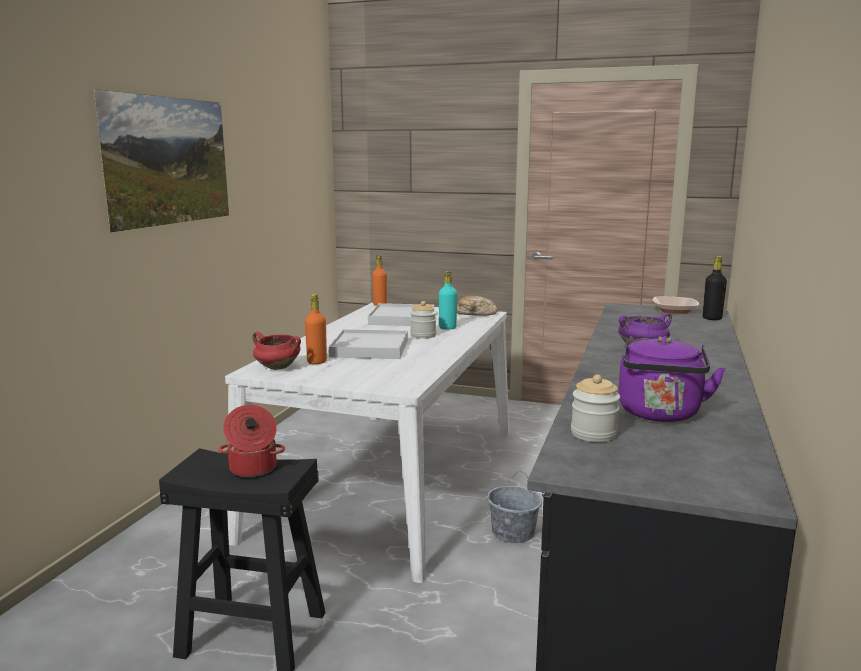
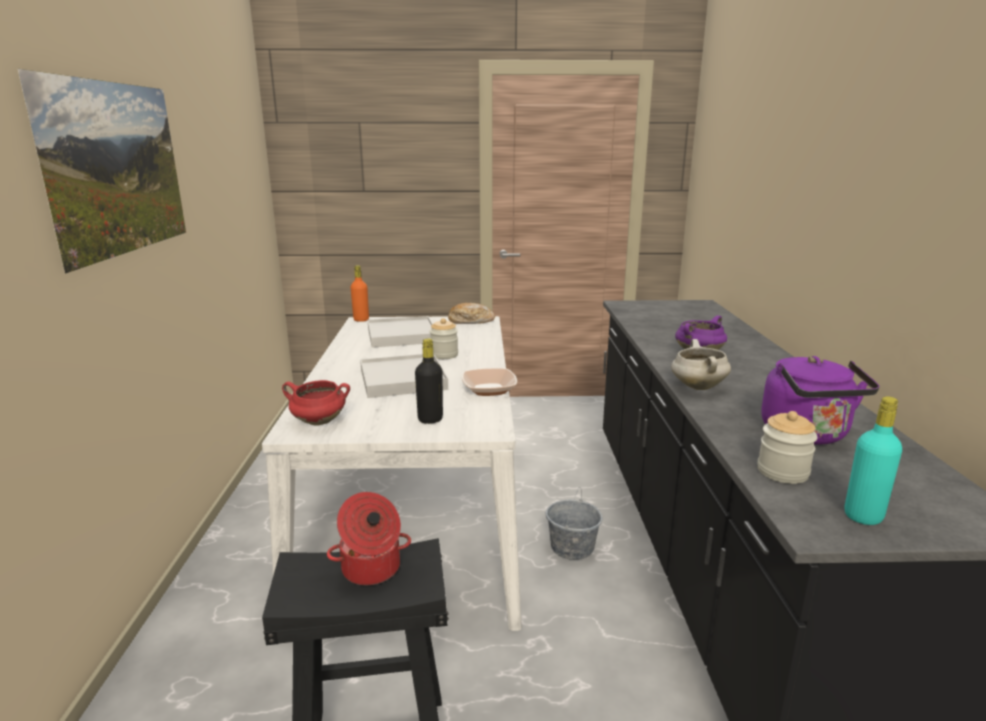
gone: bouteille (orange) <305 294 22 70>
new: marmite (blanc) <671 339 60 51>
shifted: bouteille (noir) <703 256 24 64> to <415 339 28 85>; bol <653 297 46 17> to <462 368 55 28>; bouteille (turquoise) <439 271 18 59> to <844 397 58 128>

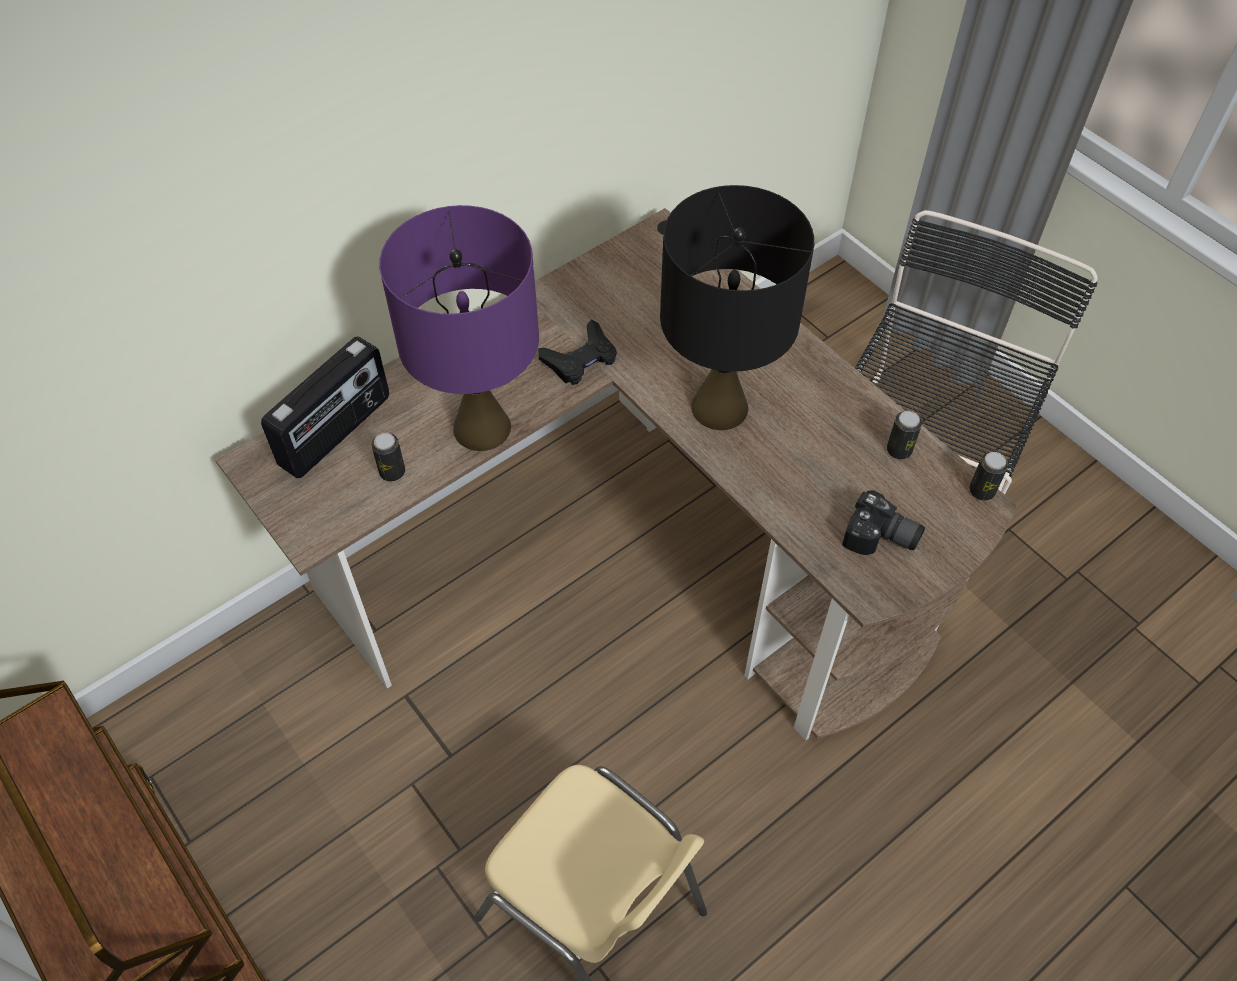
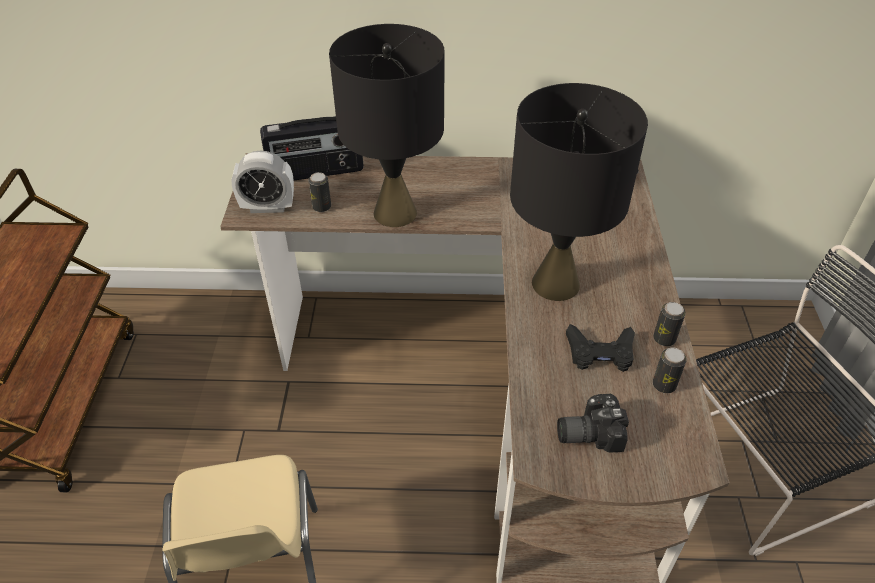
new: réveil <231 151 63 62>
shifted: manette (noir) <538 319 79 66> to <566 324 69 48>; boîte métallique <969 452 39 49> to <653 302 33 44>
repainted: lampe de table (violet) <379 205 160 246> to lampe de table (noir) <329 24 116 203>
rotated: appareil photo <842 490 83 65> = <557 394 72 59> 105 degrees clockwise

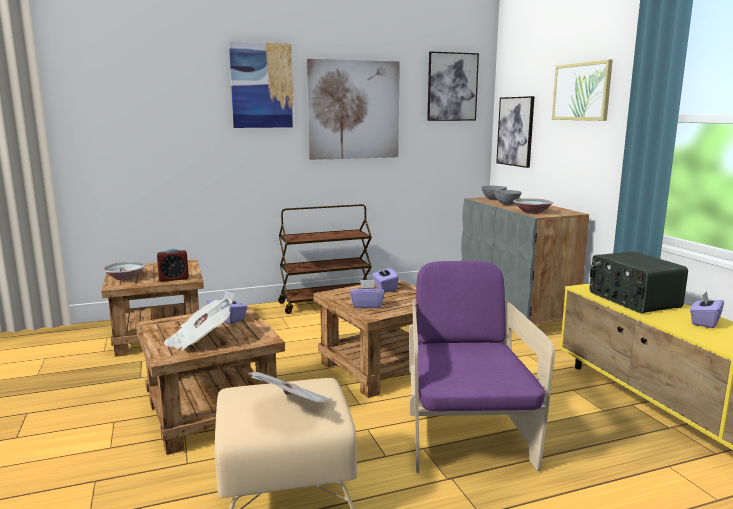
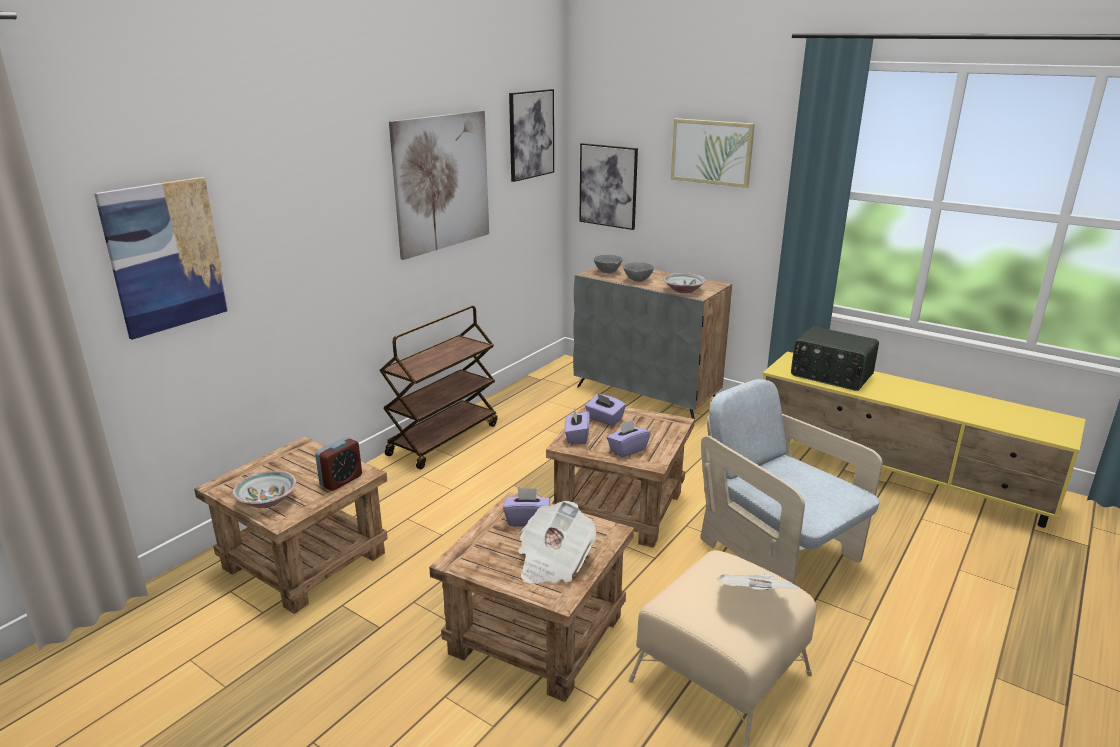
shifted: tableau <229 41 65 87> to <94 177 136 163>; boîte à mouchoirs (violet) <690 291 34 37> to <565 408 25 36>
repainted: fauteuil (violet) <409 261 146 212> to fauteuil (beige) <700 379 183 205>

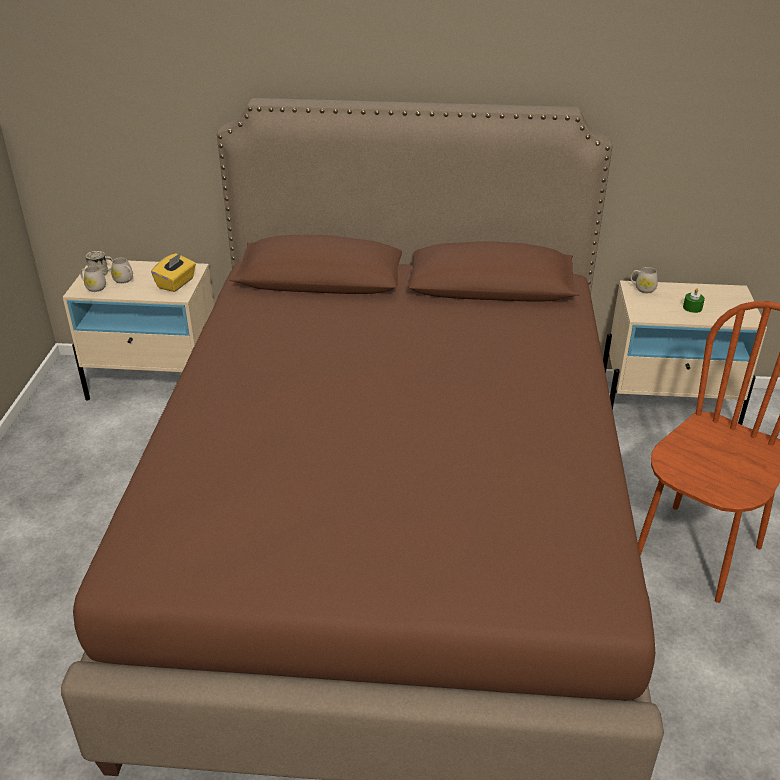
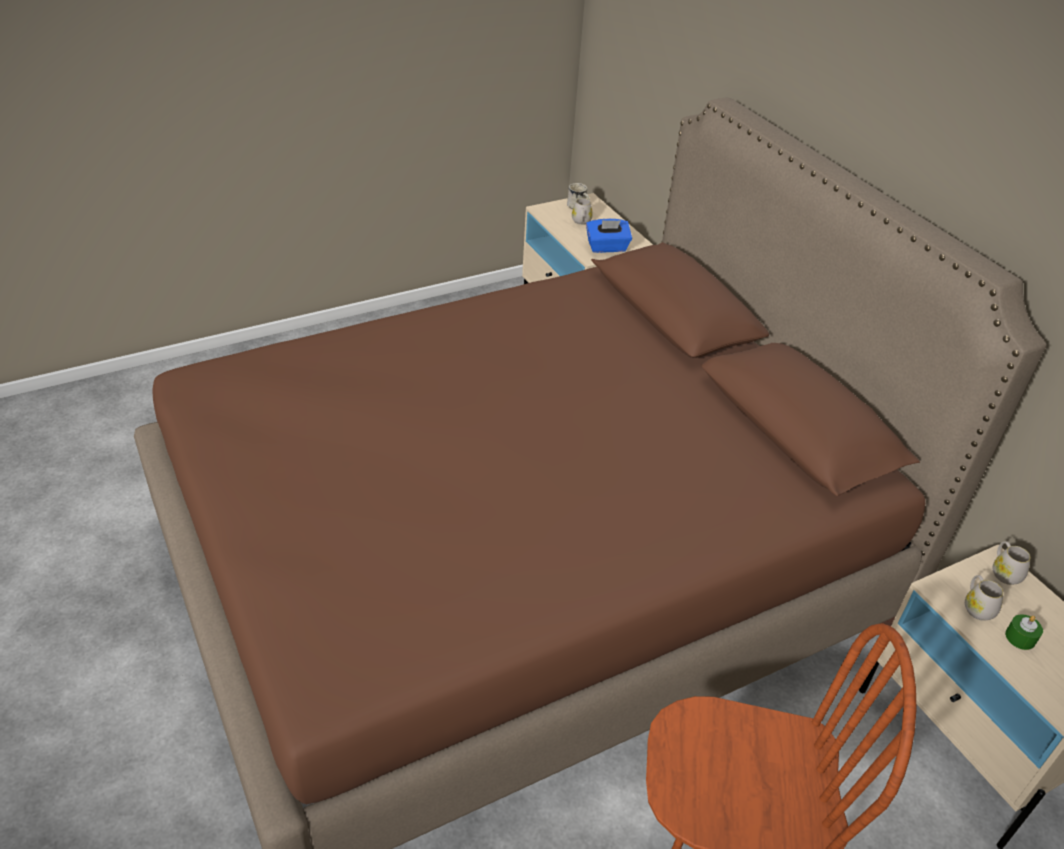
shifted: mug (blanc) <80 266 26 26> to <965 575 38 46>
repainted: boîte à mouchoirs (jaune) <151 253 45 39> to boîte à mouchoirs (bleu) <586 219 46 34>

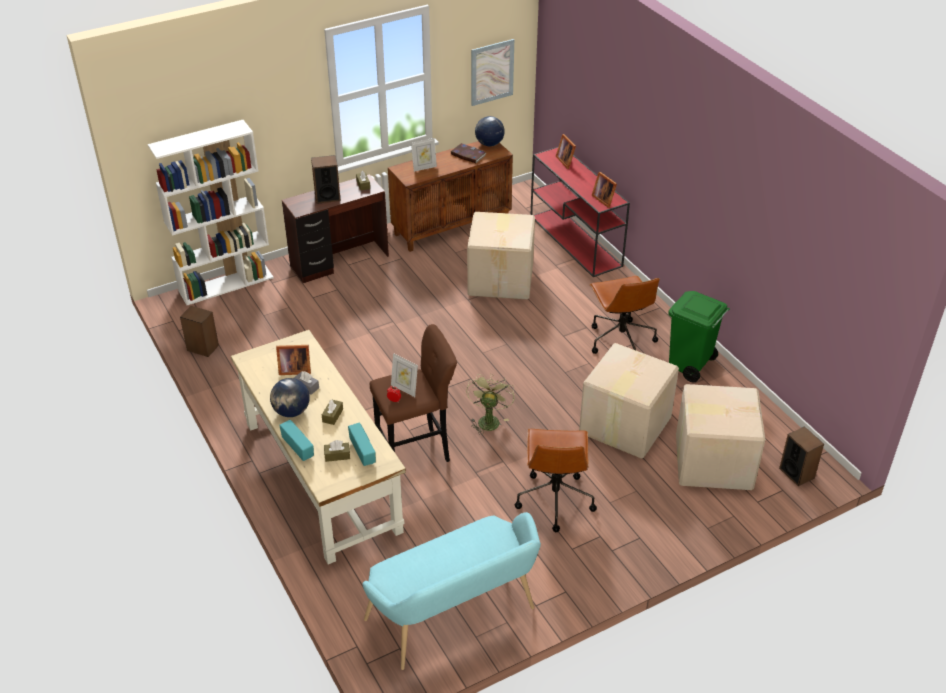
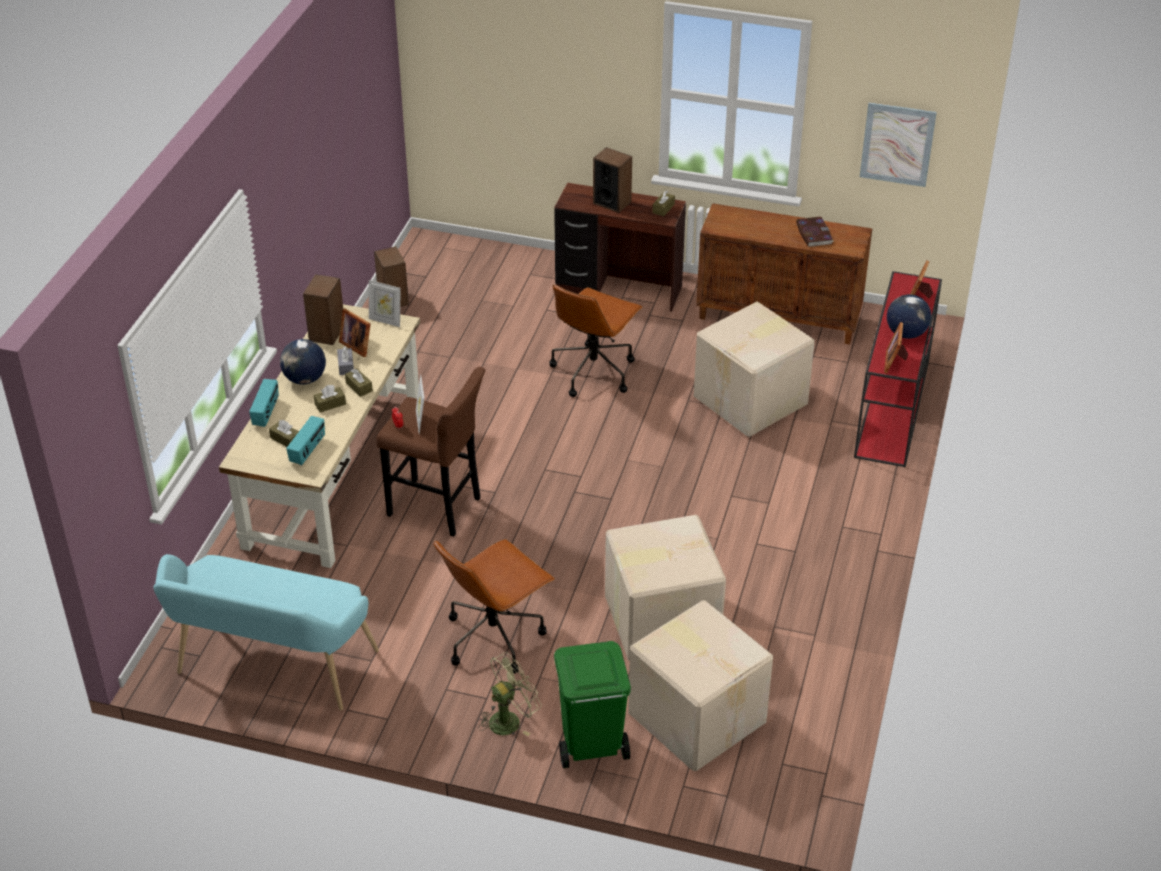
gone: bibliothèque (blanc) <148 120 126 185>
new: boîte à mouchoirs (marron) <345 368 28 29>
shifted: enceinte <779 426 45 60> to <303 274 40 71>; cadre photo <411 138 26 34> to <369 280 32 47>; ventilateur (vert) <466 373 49 62> to <479 652 63 84>; chaise de bureau (marron) <590 276 70 78> to <550 284 93 113>; poubelle (vert) <668 291 62 91> to <554 641 77 127>; globe <475 116 30 30> to <887 294 44 45>

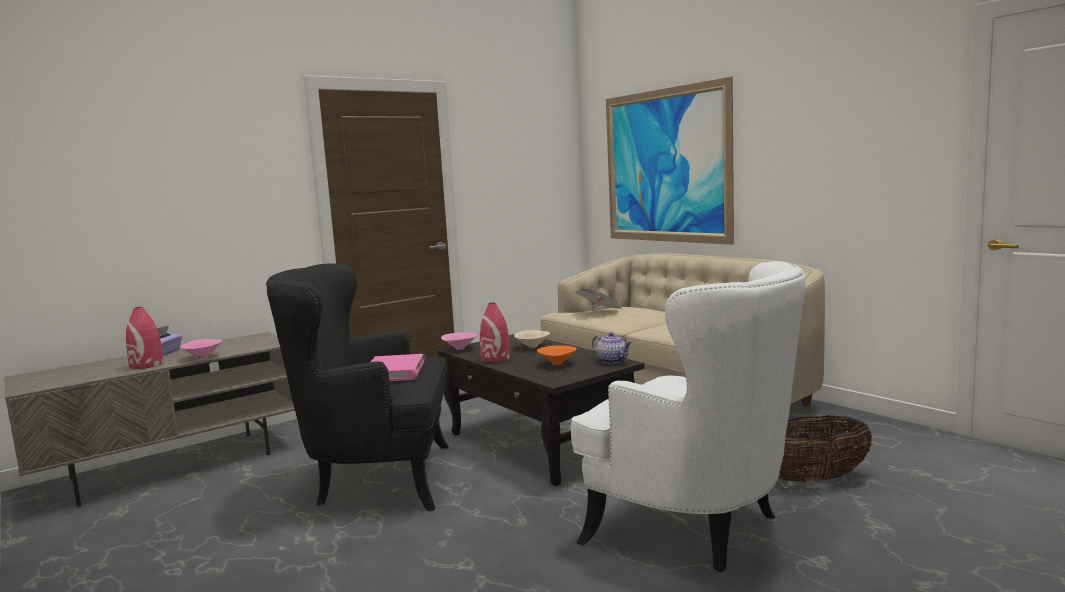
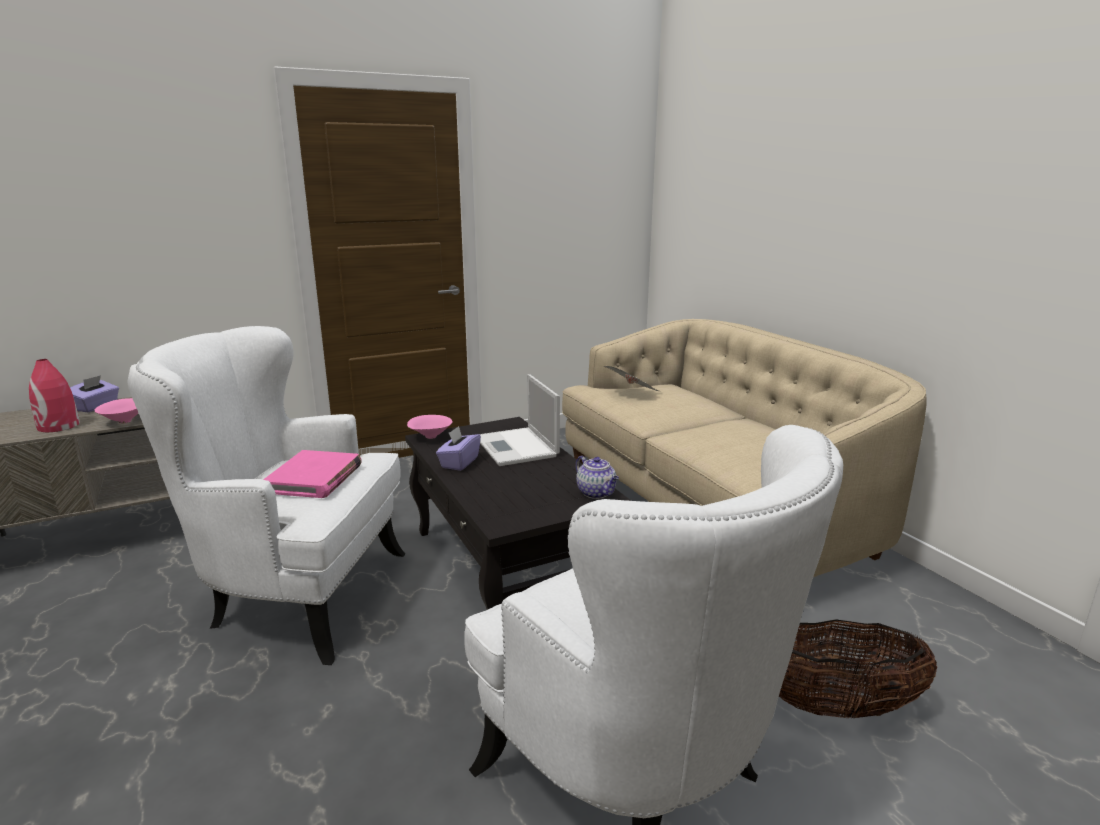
gone: bol (orange) <537 345 39 20>; tableau <606 77 128 168>
swapped: vase (rouge) <480 303 30 59> to boîte à mouchoirs (violet) <436 426 45 45>; bol (beige) <514 330 36 18> to ordinateur portable <480 374 80 92>
repainted: fauteuil (noir) <266 263 183 248> to fauteuil (blanc) <127 326 278 339>

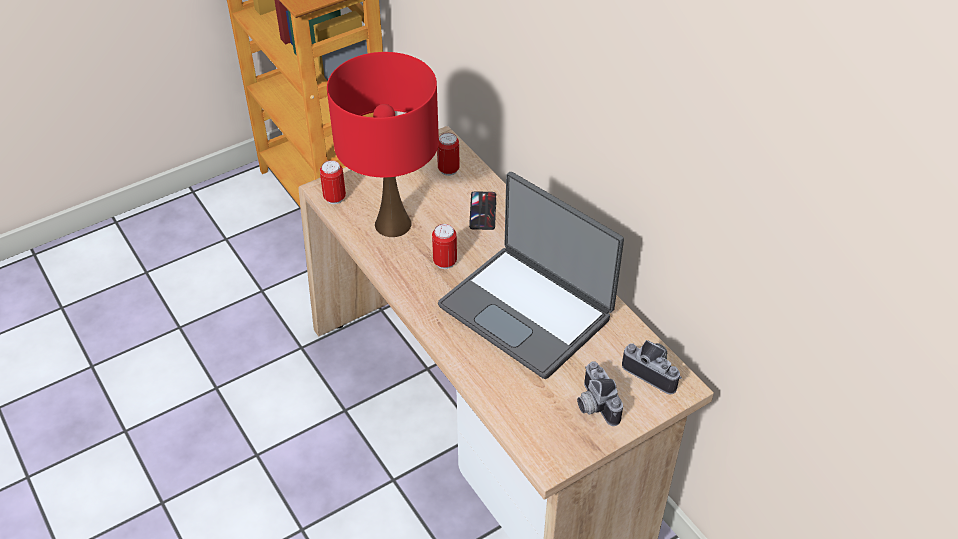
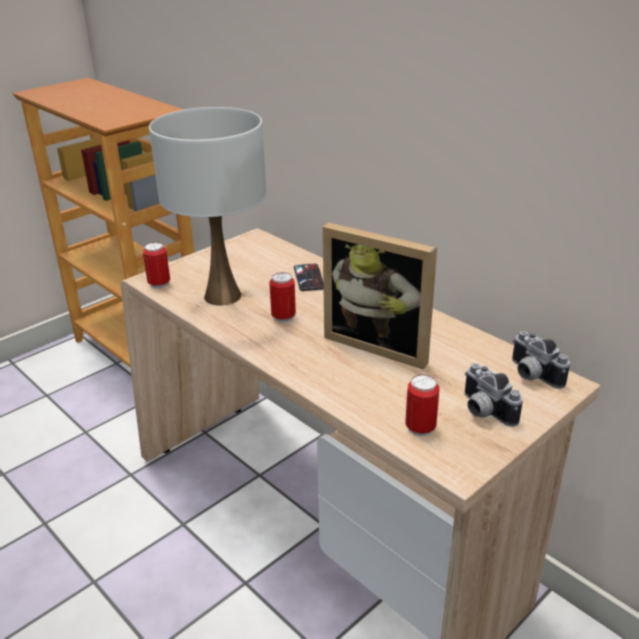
shifted: boîte métallique <437 133 23 43> to <405 375 34 61>
swapped: ordinateur portable <438 172 186 207> to cadre photo <323 223 114 146>
repainted: lampe de table (rouge) <327 52 112 185> to lampe de table (blanc) <149 107 117 199>
rotated: appareil photo <622 340 60 54> = <512 331 58 58> 150 degrees counterclockwise

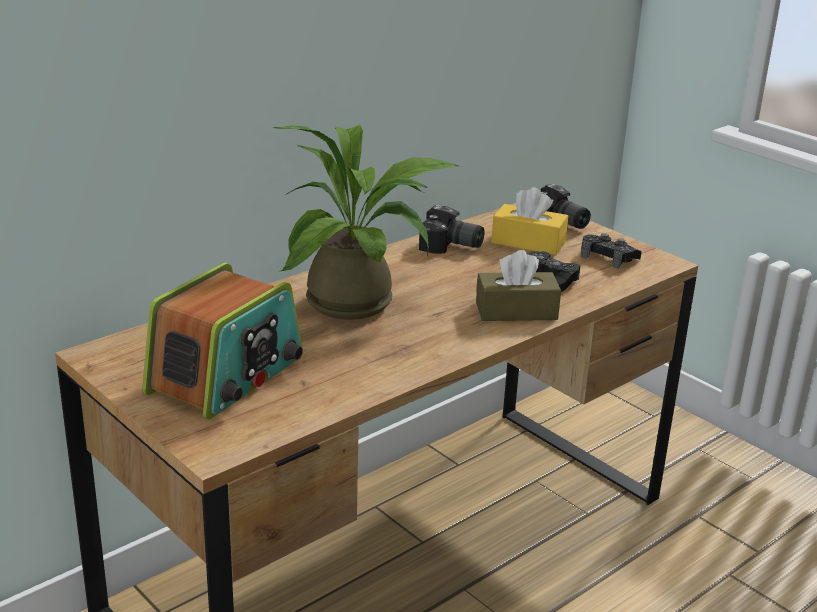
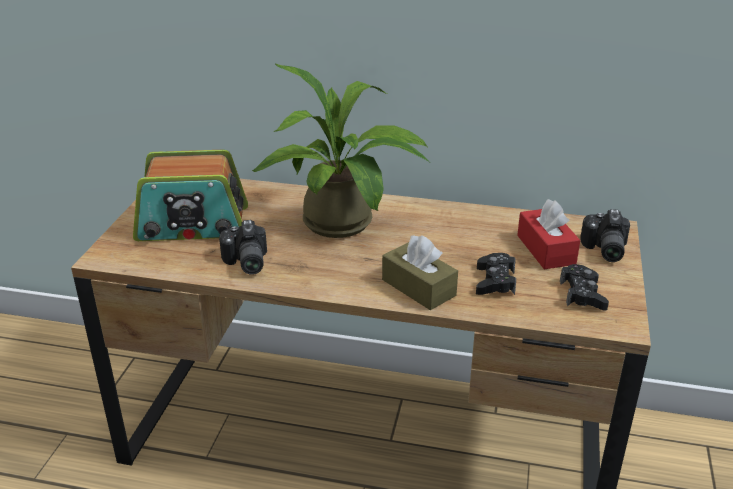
shifted: appareil photo <419 205 66 49> to <219 220 48 55>
repainted: boîte à mouchoirs (jaune) <491 187 77 68> to boîte à mouchoirs (rouge) <517 199 63 70>

